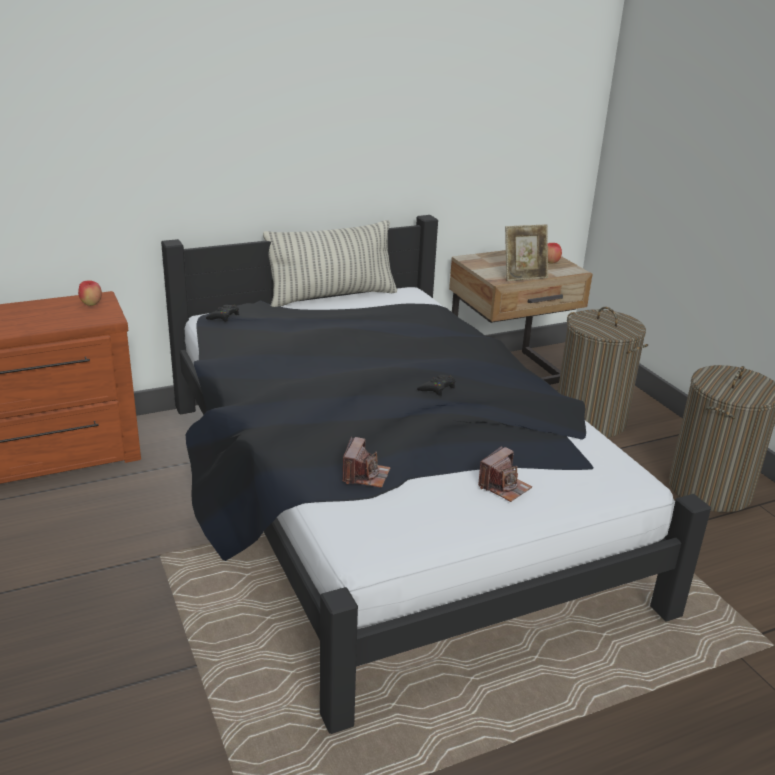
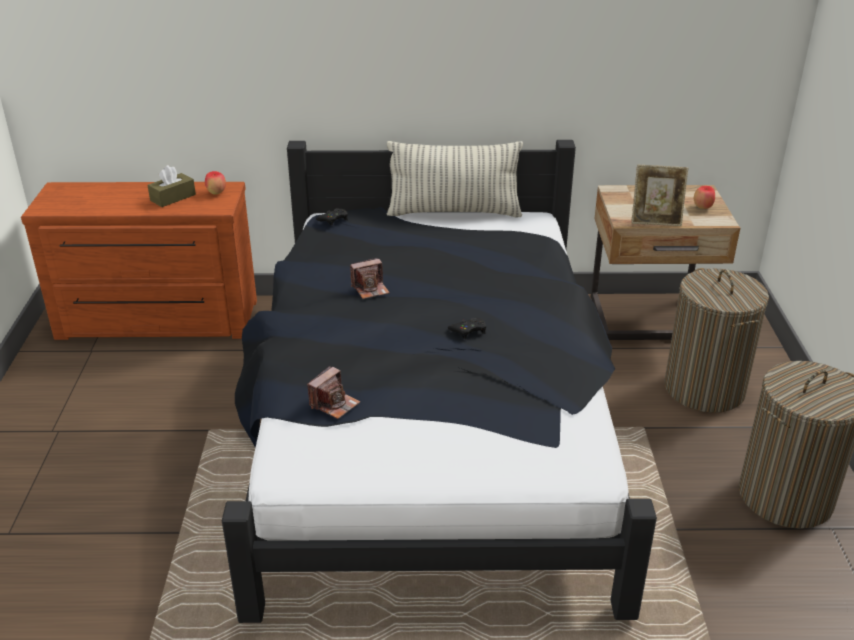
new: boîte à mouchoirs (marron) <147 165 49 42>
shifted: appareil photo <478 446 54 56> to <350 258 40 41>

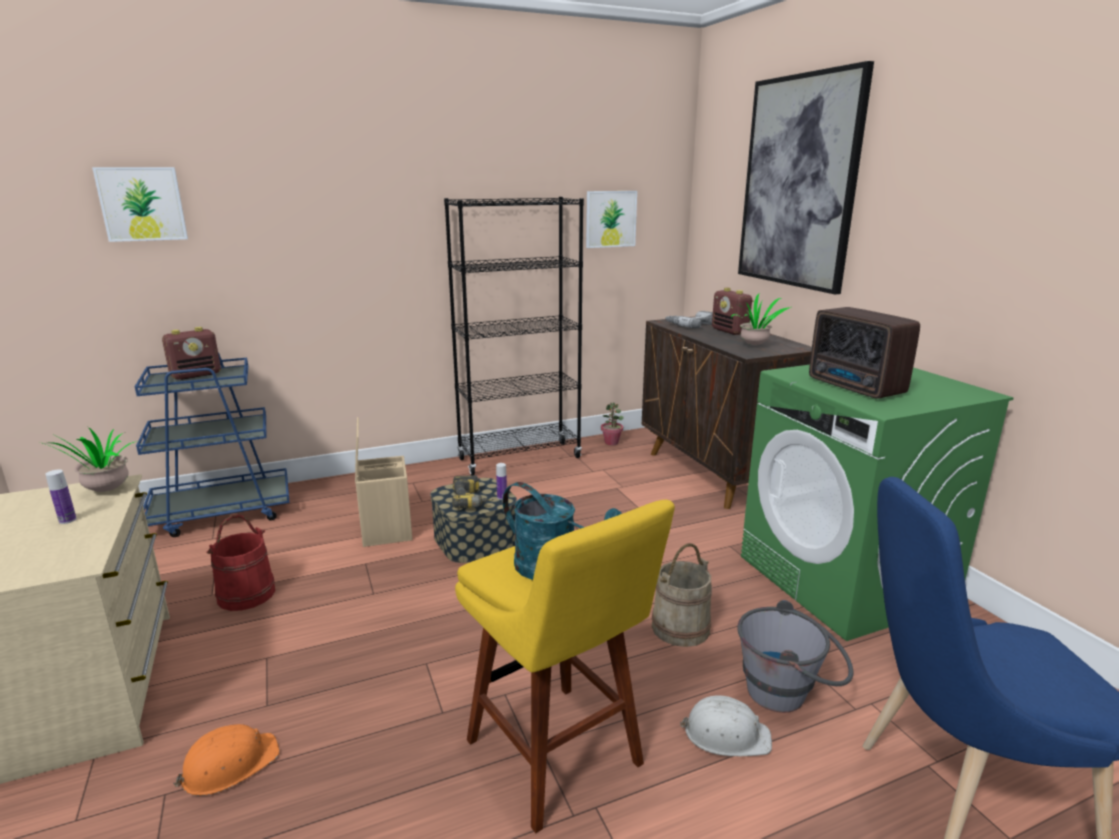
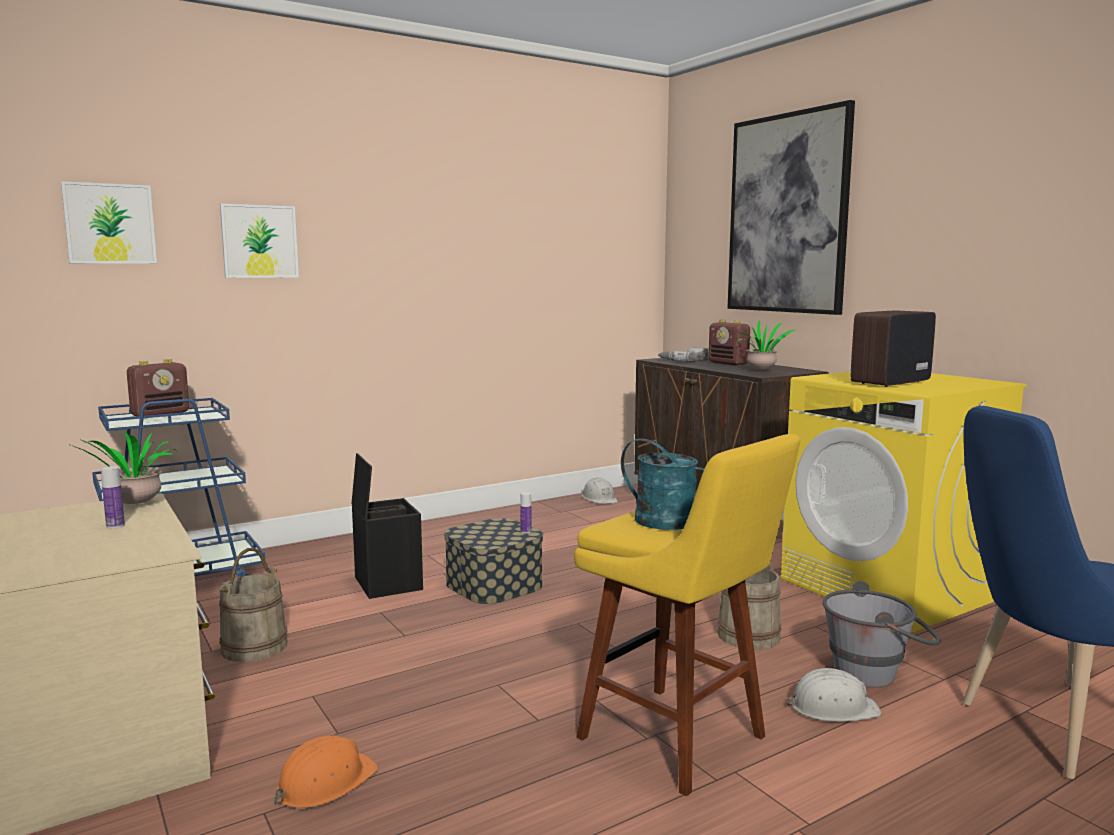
gone: bibliothèque (noir) <444 197 140 278>; perceuse <452 475 42 34>
shifted: tableau <586 191 51 57> to <220 204 79 74>
swapped: plante en pot <601 402 23 43> to casque de chantier (blanc) <582 477 36 27>
repainted: seau (rouge) <206 515 69 96> to seau (beige) <219 548 68 114>; boîte de rangement (beige) <355 417 58 130> to boîte de rangement (noir) <351 453 72 146>; lave-linge (vert) <741 365 273 276> to lave-linge (jaune) <781 371 246 261>
rotated: radio <809 307 111 92> = <851 310 85 77> 90 degrees clockwise

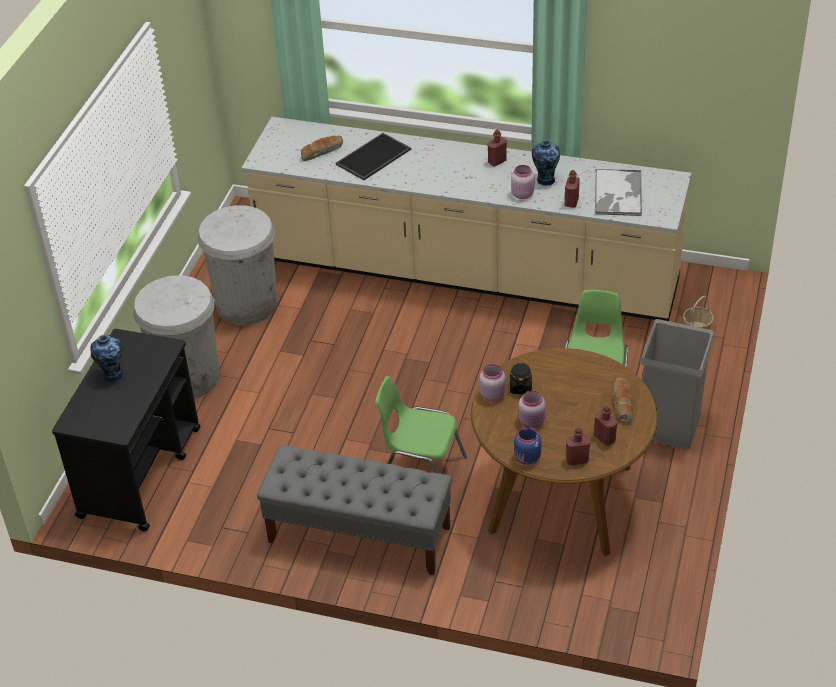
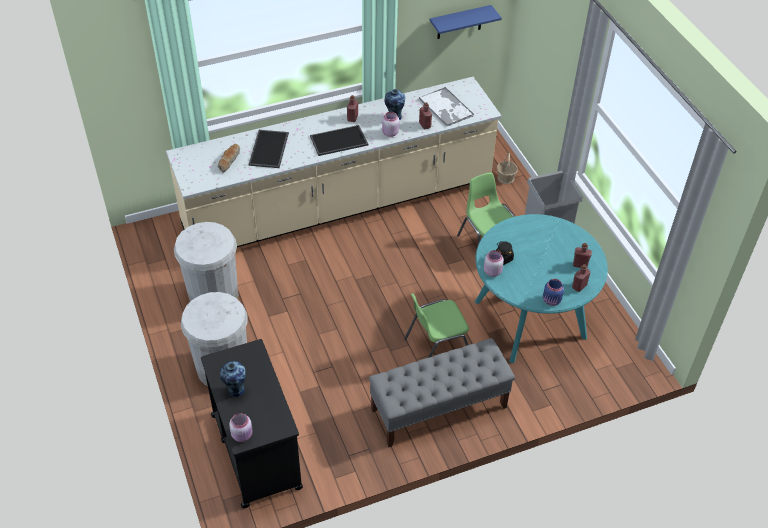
gone: pain <613 377 20 46>
new: plateau <310 125 58 31>; étagère (bleu) <430 5 72 34>
shifted: bocal (rose) <519 391 26 37> to <229 413 23 29>
repainted: table à manger (marron) <471 348 187 208> to table à manger (turquoise) <475 214 133 149>

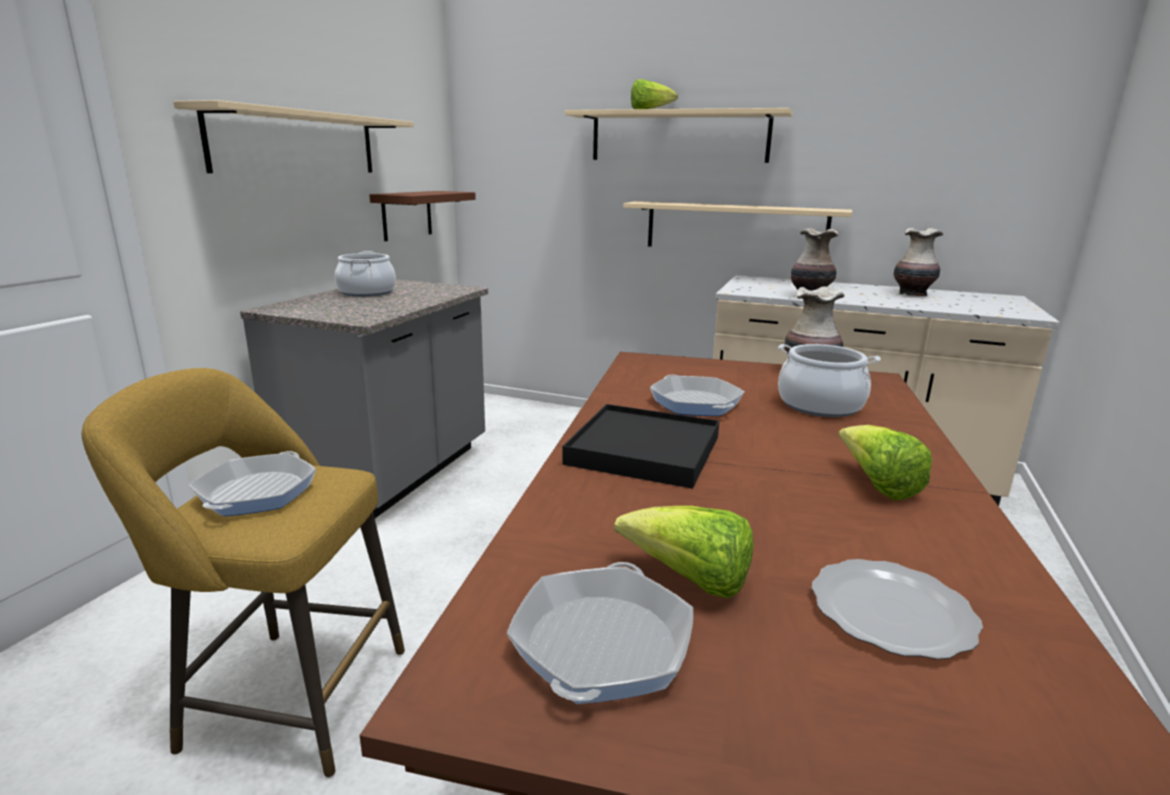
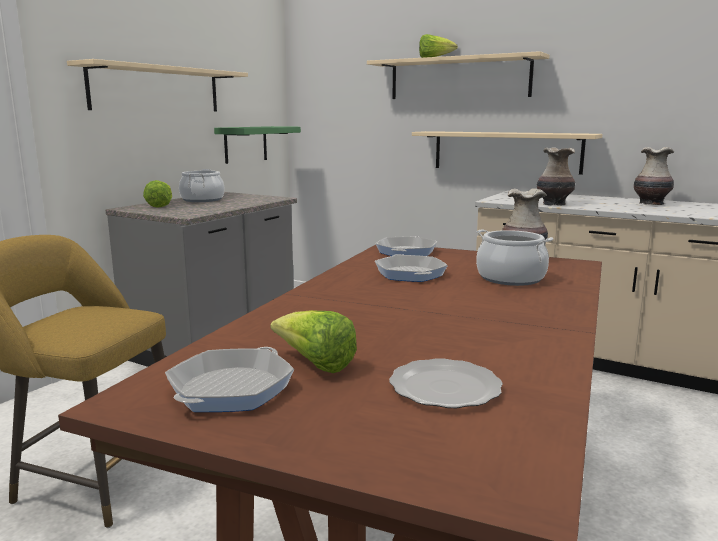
gone: plateau (noir) <562 404 157 85>
shifted: laitue <838 425 94 75> to <143 180 29 27>; poêle <189 451 127 65> to <376 236 61 20>
repainted: étagère (marron) <369 191 107 50> to étagère (vert) <214 126 87 38>

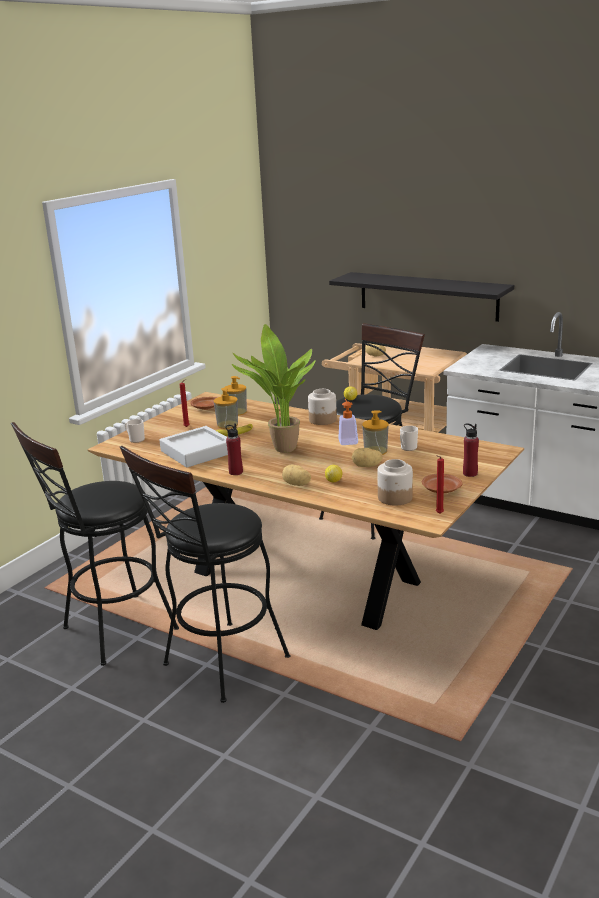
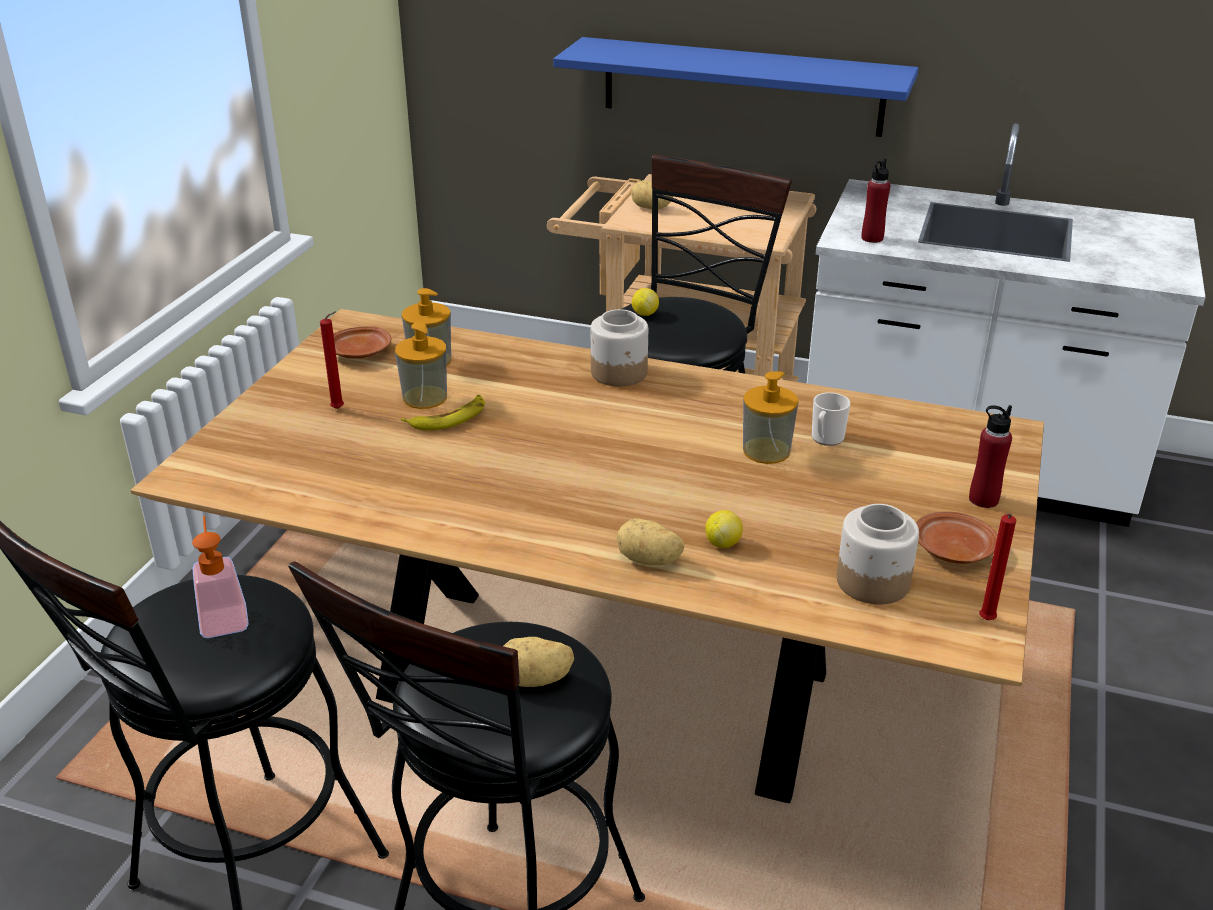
gone: mug <125 419 20 24>; plateau (gris) <160 426 68 42>; plante en pot <232 324 84 129>
shifted: distributeur de savon <338 399 20 46> to <192 516 57 122>; pomme de terre <352 448 30 19> to <504 637 70 50>; bouteille (rouge) <225 423 18 52> to <861 158 29 85>
repainted: étagère (noir) <329 272 185 50> to étagère (bleu) <553 37 366 100>

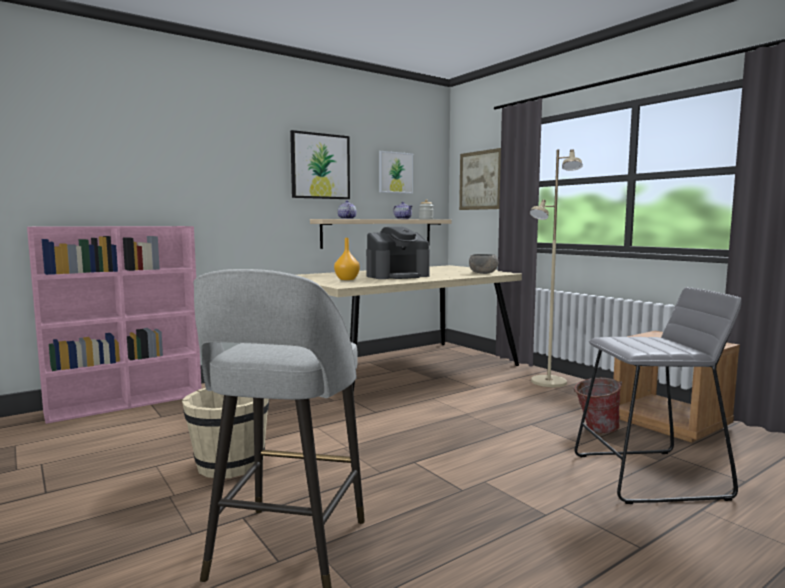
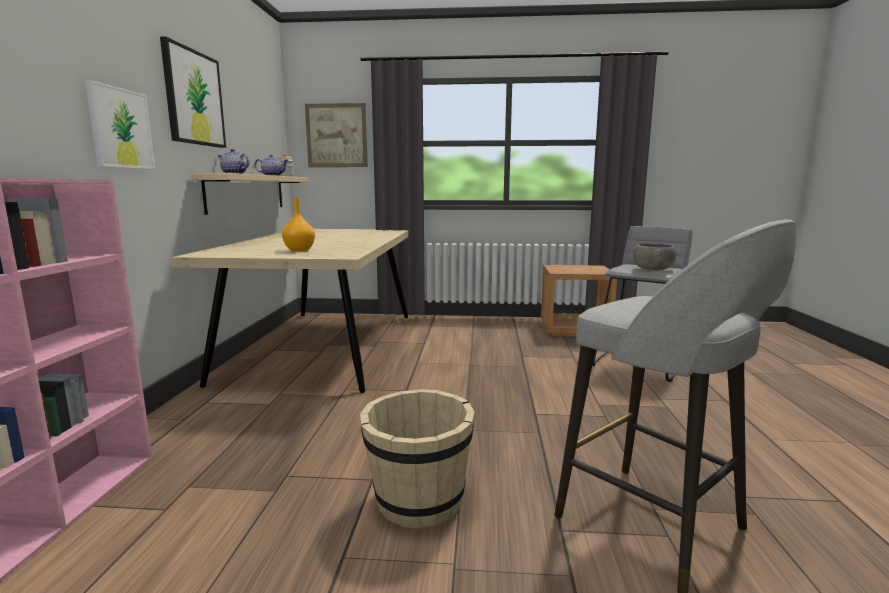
gone: machine à café <366 227 64 52>; lampadaire (beige) <530 149 53 238>; seau <573 378 49 56>
shifted: tableau <379 151 34 43> to <85 80 70 89>; bol (gris) <469 254 29 20> to <633 243 43 27>

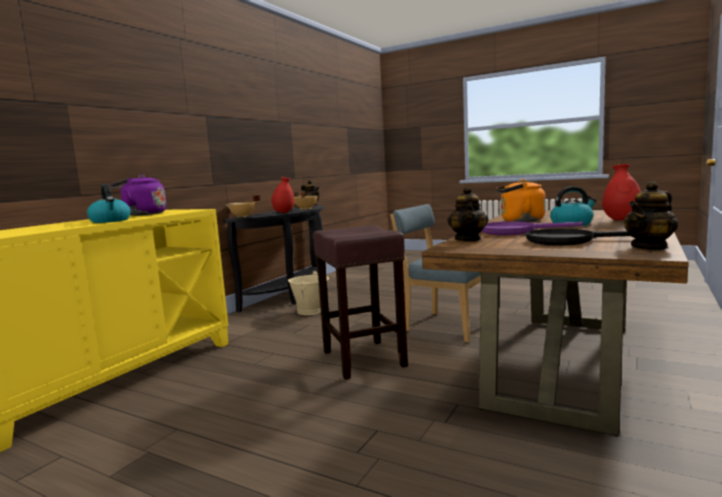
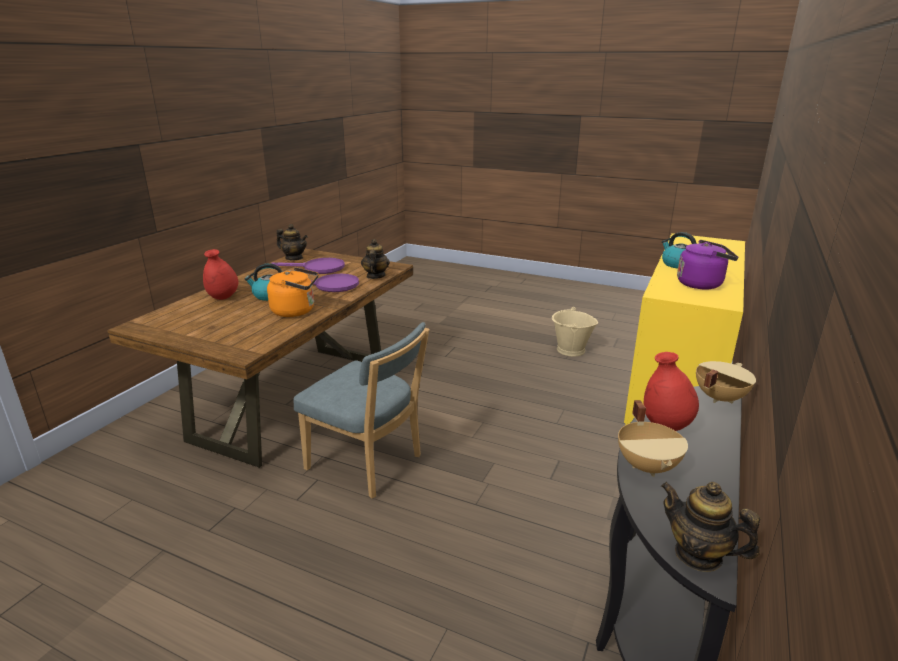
gone: tabouret (marron) <313 225 95 154>
shifted: seau (beige) <288 271 41 44> to <552 307 46 49>
repainted: poêle (noir) <526 228 104 18> to poêle (violet) <271 258 74 16>
rotated: théière <624 181 54 69> = <276 224 32 36> 60 degrees clockwise

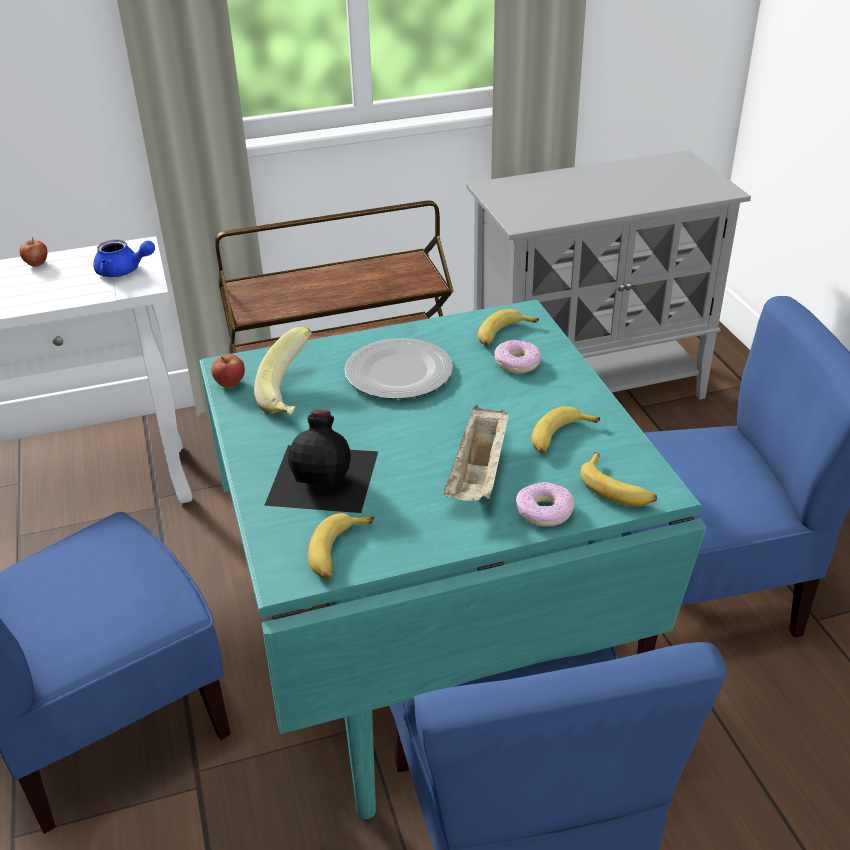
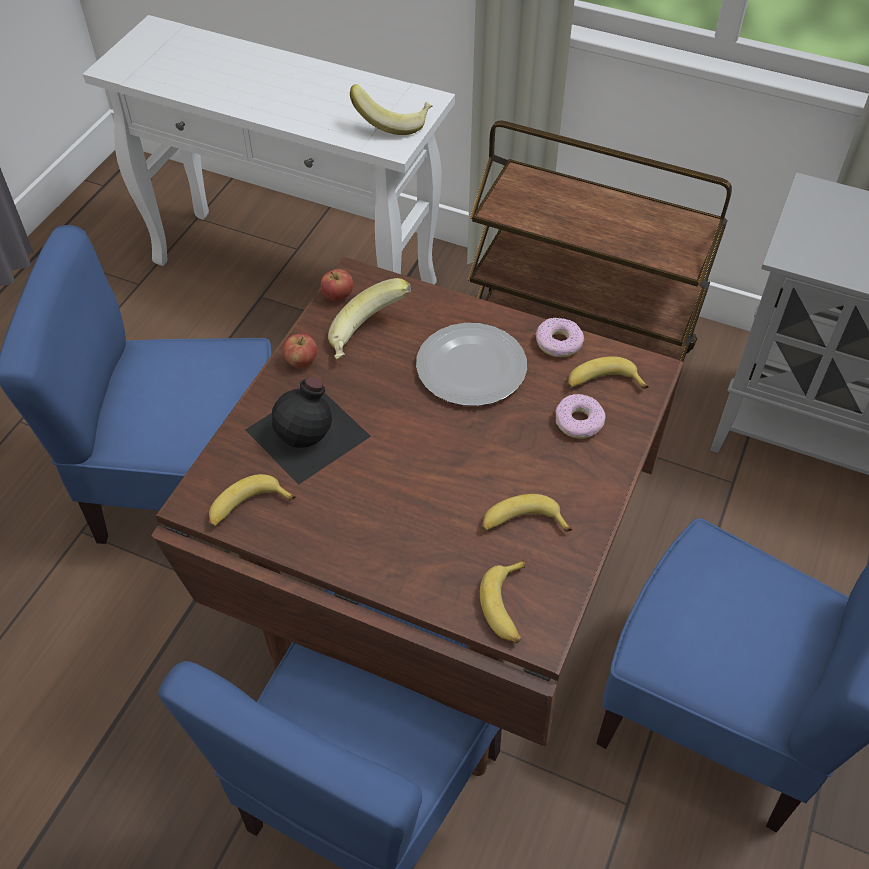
gone: plateau (beige) <444 405 65 96>
shifted: pomme <20 238 28 29> to <283 333 34 35>; beignet <516 482 58 45> to <535 318 49 39>
swapped: théière (bleu) <93 239 62 38> to banane <350 84 83 51>
repainted: table à manger (turquoise) <199 300 508 519> to table à manger (marron) <151 257 533 519>

